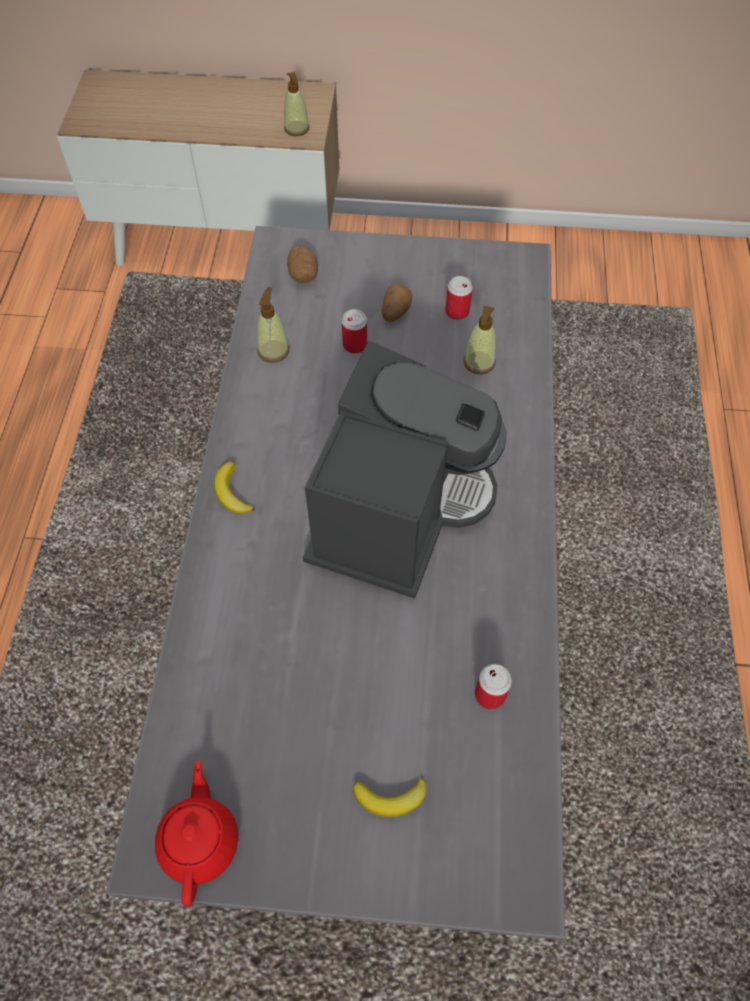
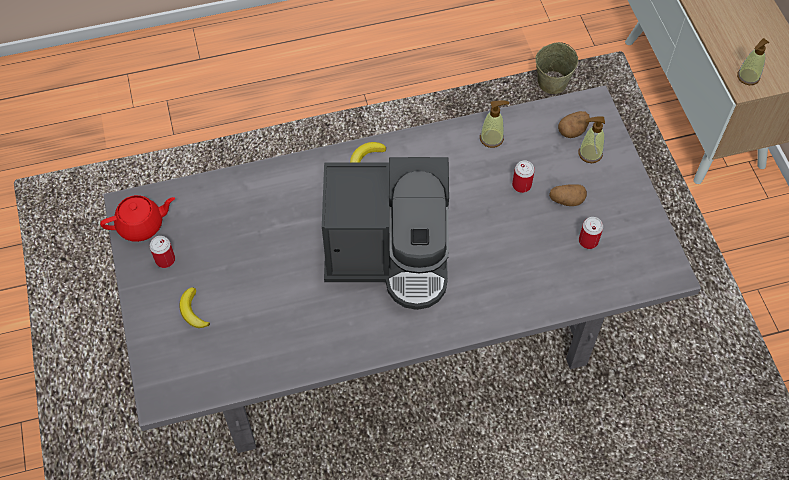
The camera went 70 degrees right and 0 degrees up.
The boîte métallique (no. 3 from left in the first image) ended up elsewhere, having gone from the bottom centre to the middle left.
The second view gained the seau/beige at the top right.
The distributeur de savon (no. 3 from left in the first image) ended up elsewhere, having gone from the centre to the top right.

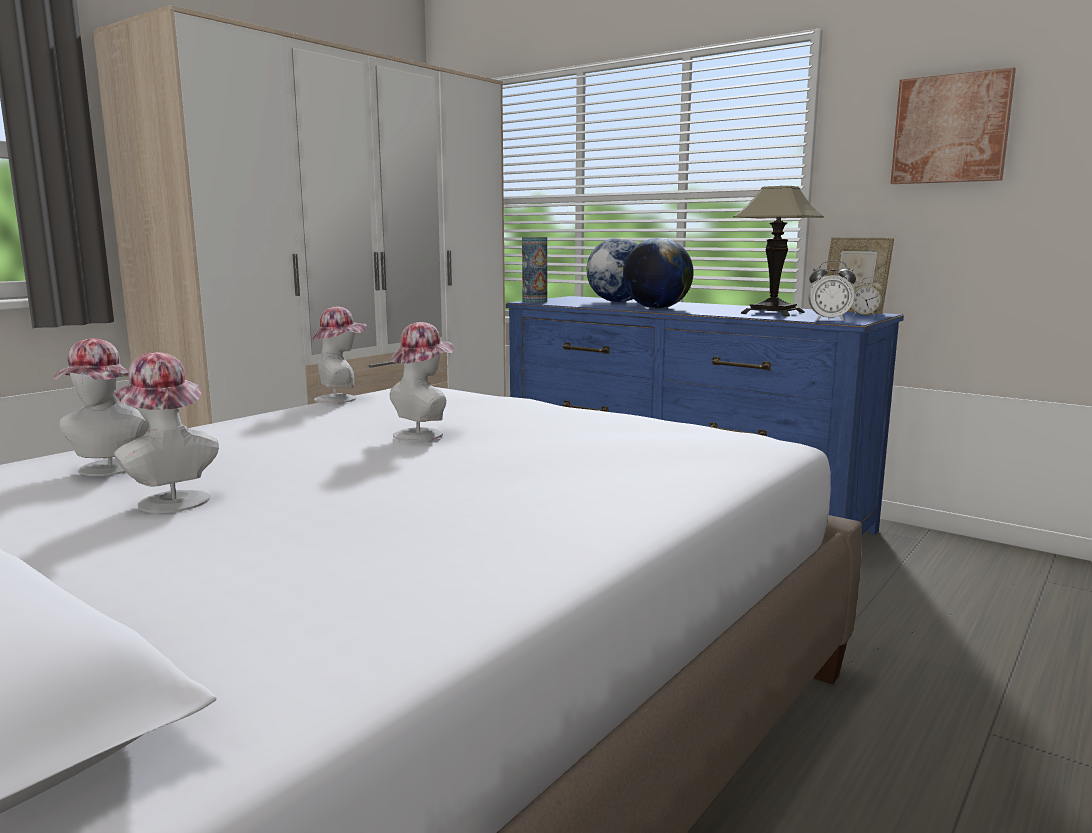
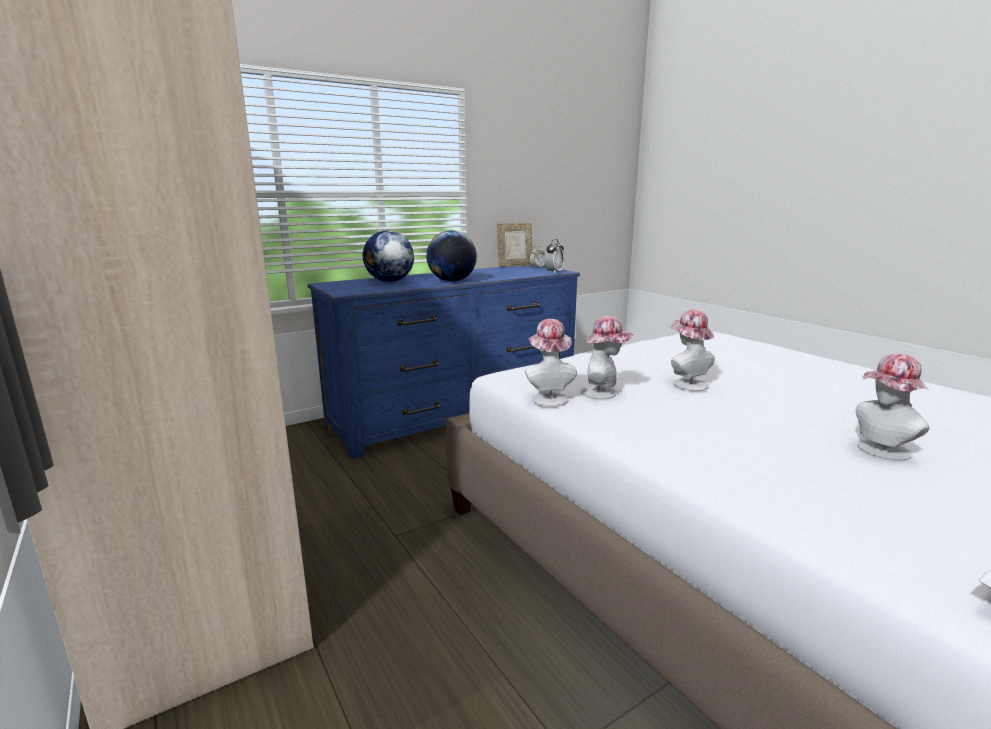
The camera went 70 degrees left and 5 degrees up.
The chapeau (no. 1 from left in the first image) ended up elsewhere, having gone from the middle left to the centre.
The second view lost the vase at the top centre.
The second view lost the lampe de table at the top right.
The second view lost the tableau at the top right.

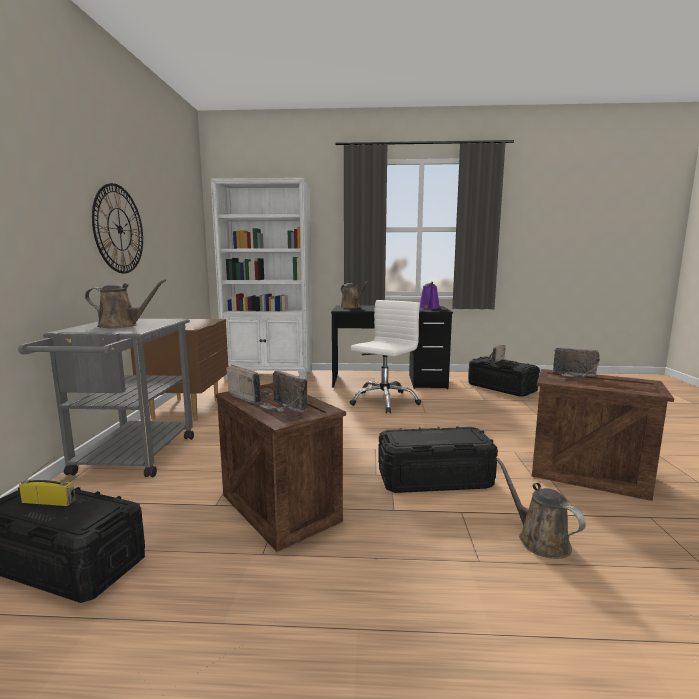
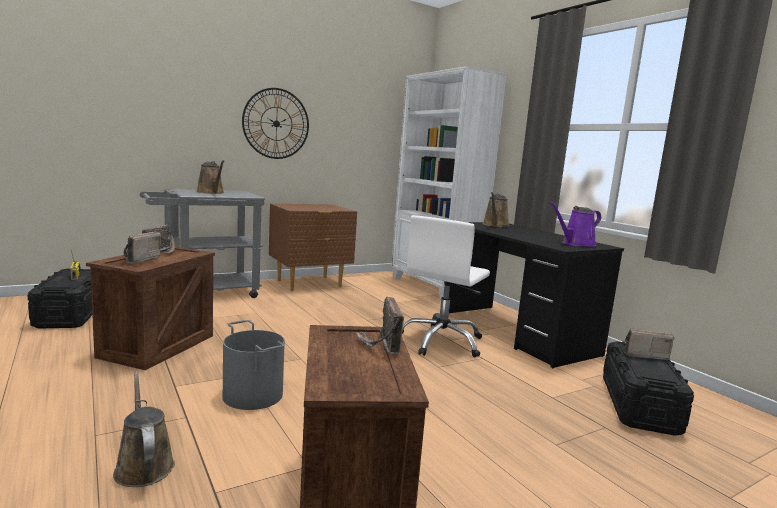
The camera went 55 degrees right and 0 degrees up.
The arrosoir/marron (no. 3 from left in the first image) at the bottom right ended up facing another way, 60 degrees counterclockwise from before.
Where the boîte de rangement/noir (no. 2 from left) stood at the centre, the seau/gris came to stand at the bottom left.
The chaise de bureau/blanc at the centre ended up facing another way, 120 degrees clockwise from before.

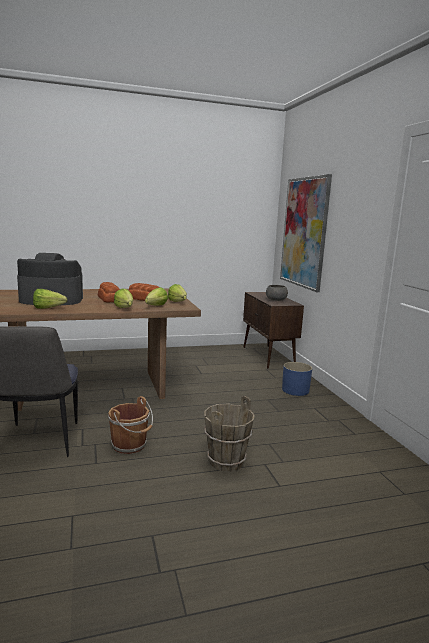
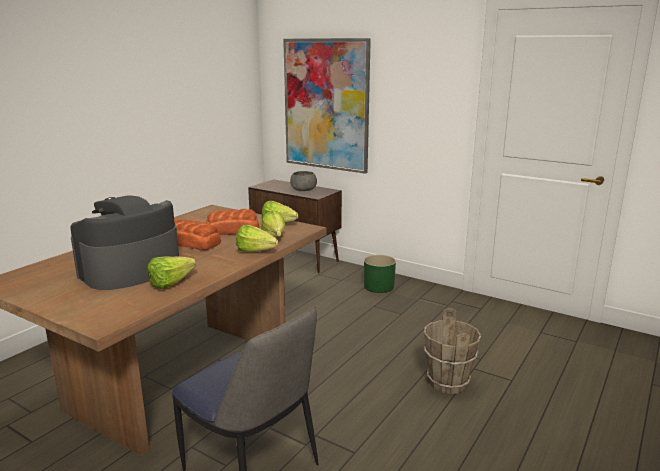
The camera went 40 degrees left and 5 degrees up.
What was the cache-pot/bleu at the middle right turned into the cache-pot/vert at the centre.
The second view lost the seau/marron (no. 1 from left) at the middle left.

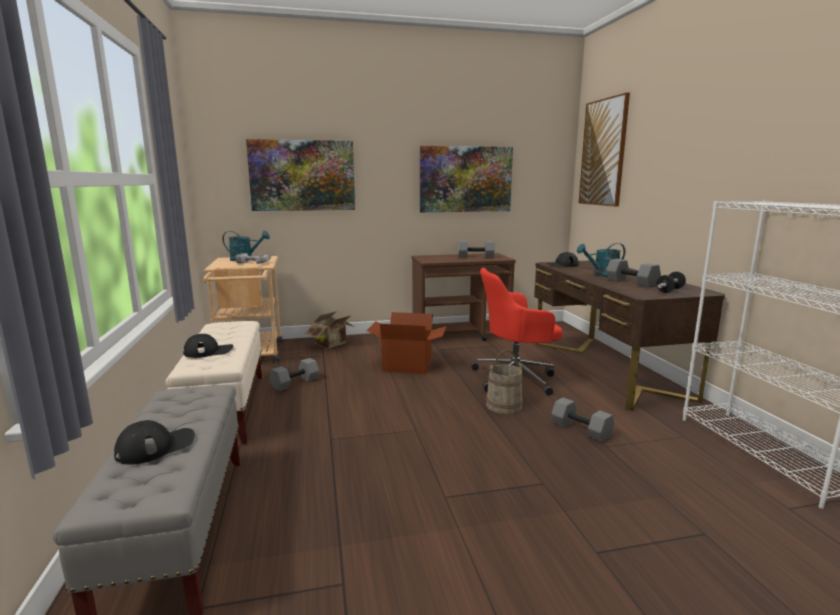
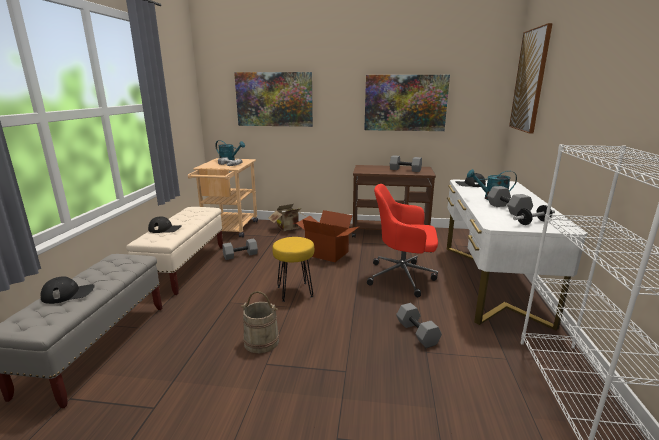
The camera went 20 degrees right and 5 degrees up.
The seau/beige ended up elsewhere, having gone from the centre to the bottom centre.
The second view gained the tabouret/jaune at the centre.
What was the bureau/marron at the middle right turned into the bureau/blanc at the middle right.

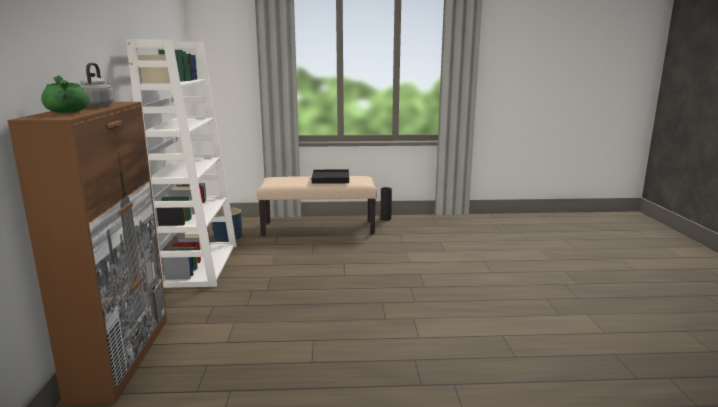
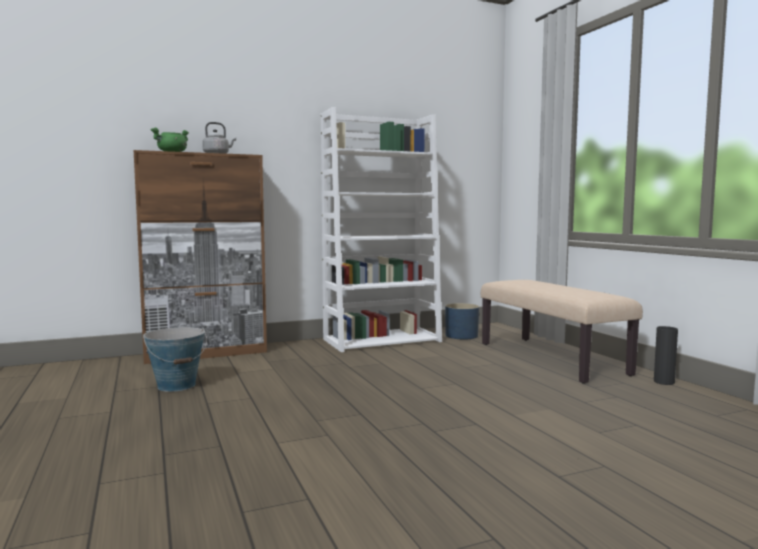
The camera went 70 degrees right and 10 degrees down.
The second view gained the seau at the middle left.
The second view lost the plateau/noir at the centre.

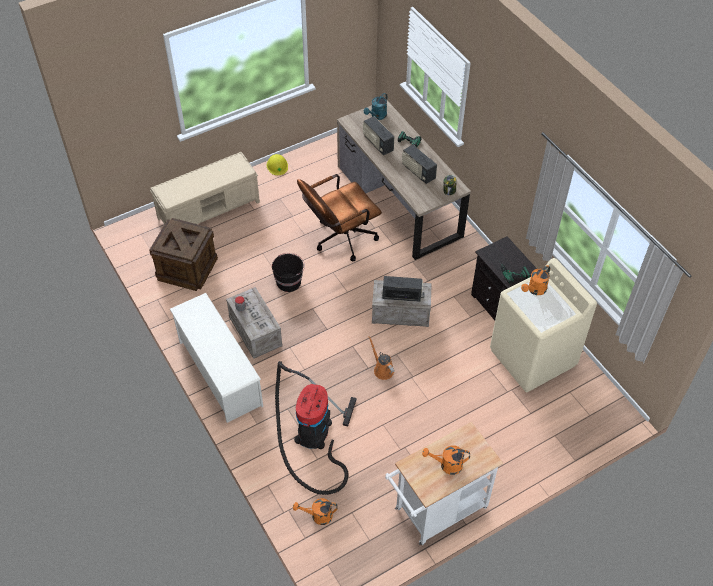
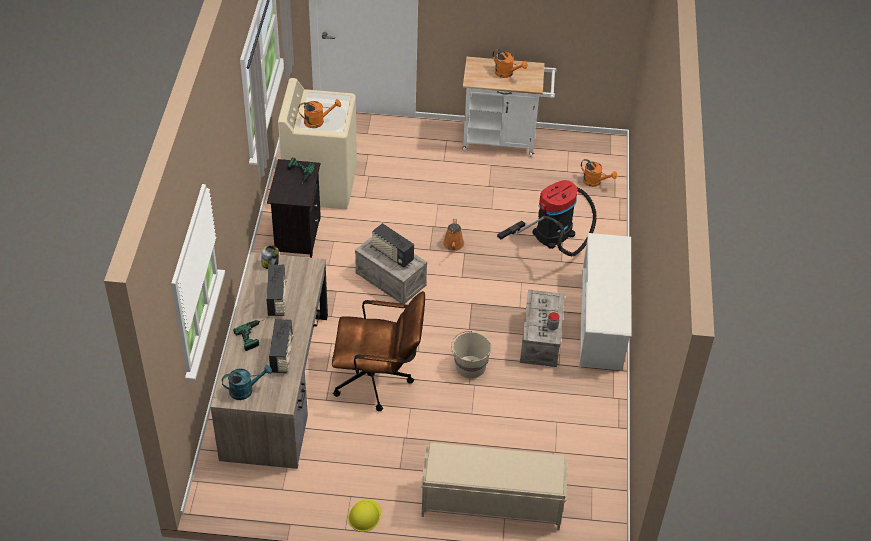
The camera went 145 degrees left and 5 degrees down.
What was the seau/noir at the centre turned into the seau/beige at the centre.
The second view lost the caisse (no. 1 from left) at the middle left.

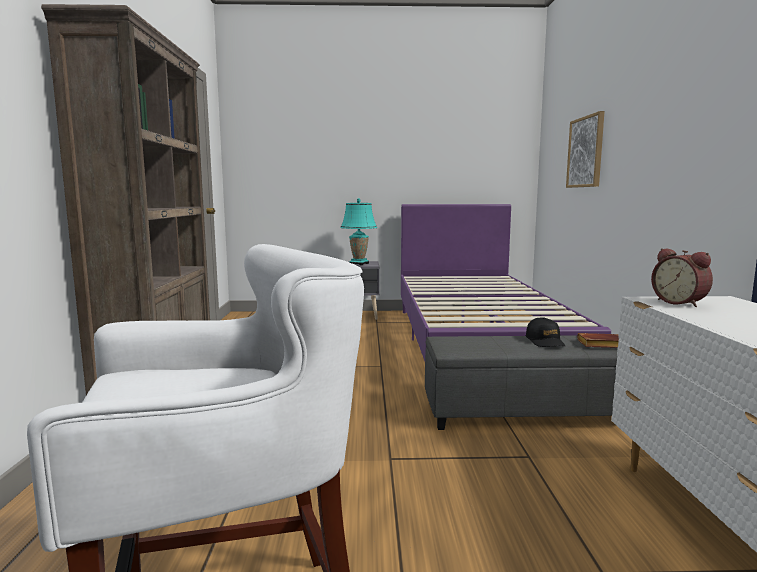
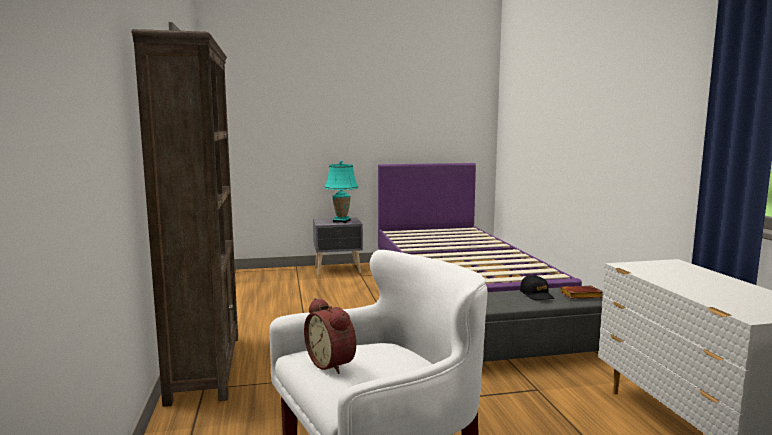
The camera went 10 degrees left and 0 degrees up.
The réveil ended up elsewhere, having gone from the middle right to the bottom centre.
The second view lost the tableau at the top right.

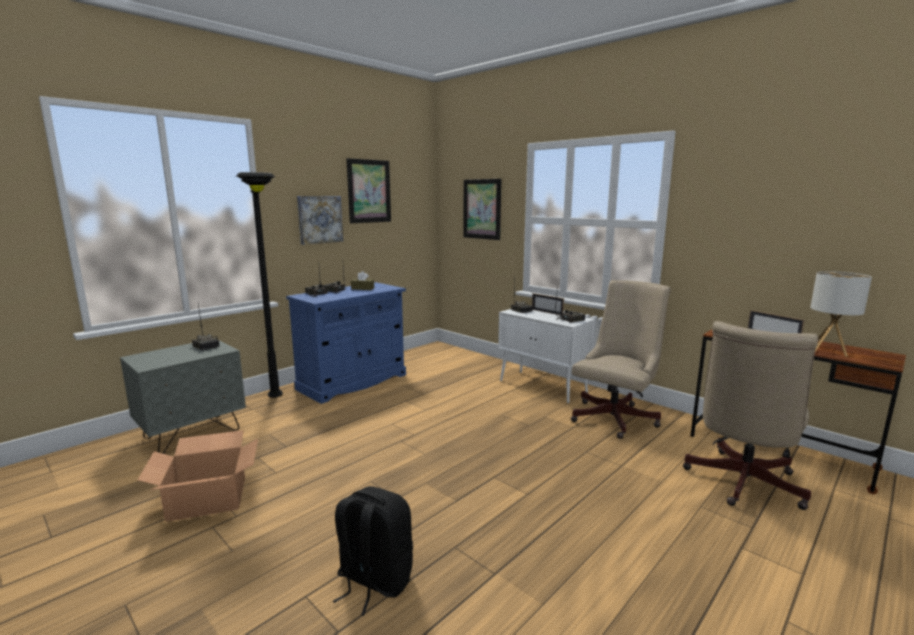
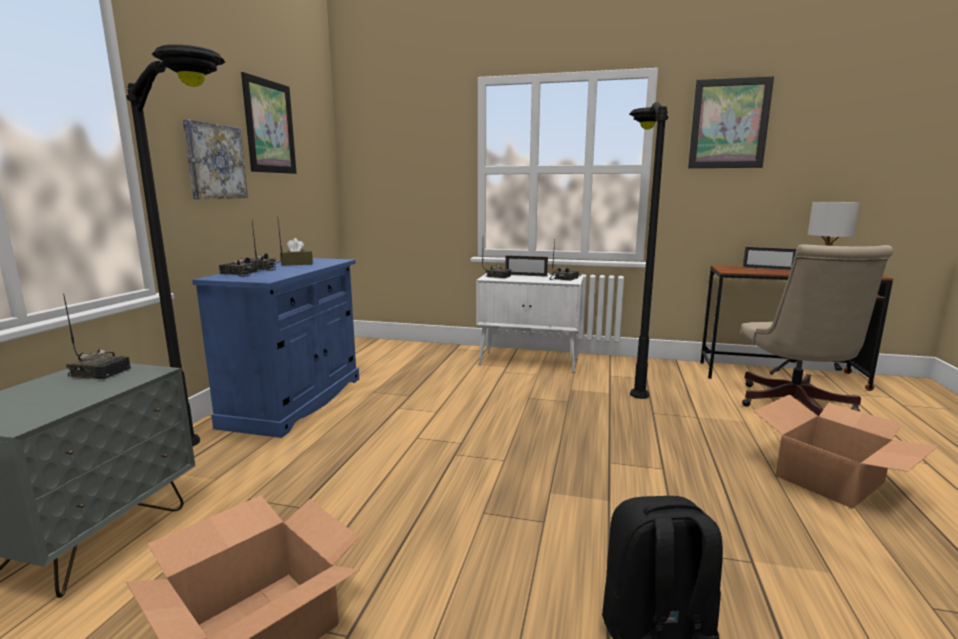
The camera went 30 degrees left and 0 degrees up.
Where the chaise de bureau/beige (no. 1 from left) stood at the middle right, the lampadaire/noir (no. 2 from left) came to stand at the middle right.
The tableau (no. 3 from left) ended up elsewhere, having gone from the top centre to the top right.
The second view gained the carton (no. 2 from left) at the bottom right.

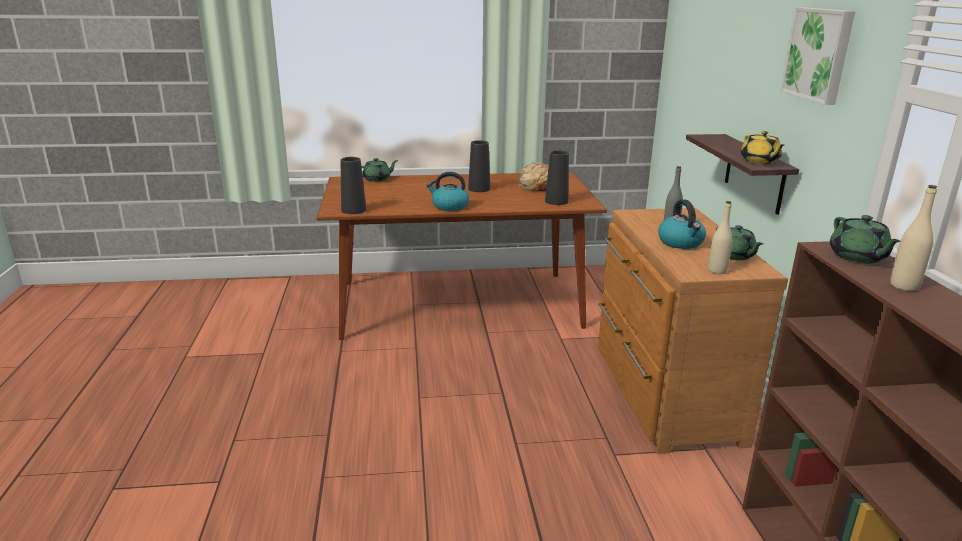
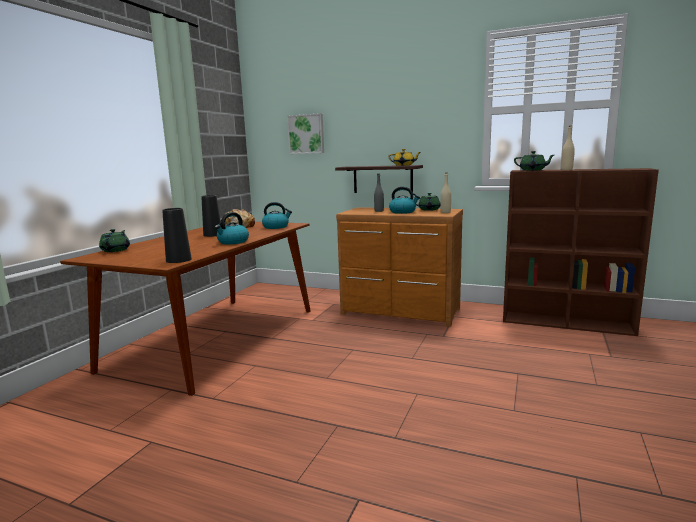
The camera went 60 degrees left and 10 degrees down.
Where the vase/noir (no. 3 from left) stood at the top centre, the bouilloire (no. 2 from left) came to stand at the centre.
The tableau ended up elsewhere, having gone from the top right to the top centre.

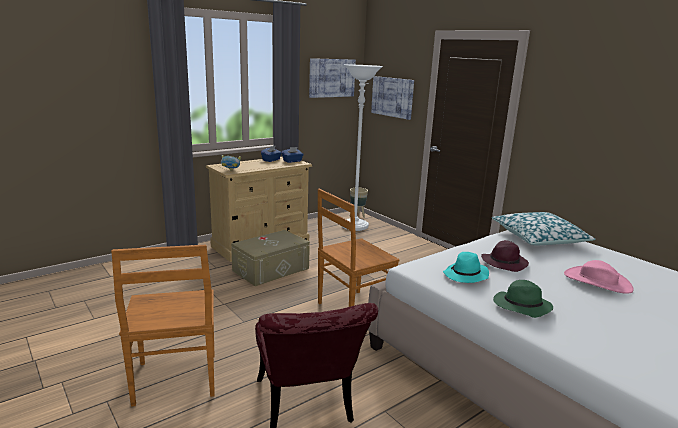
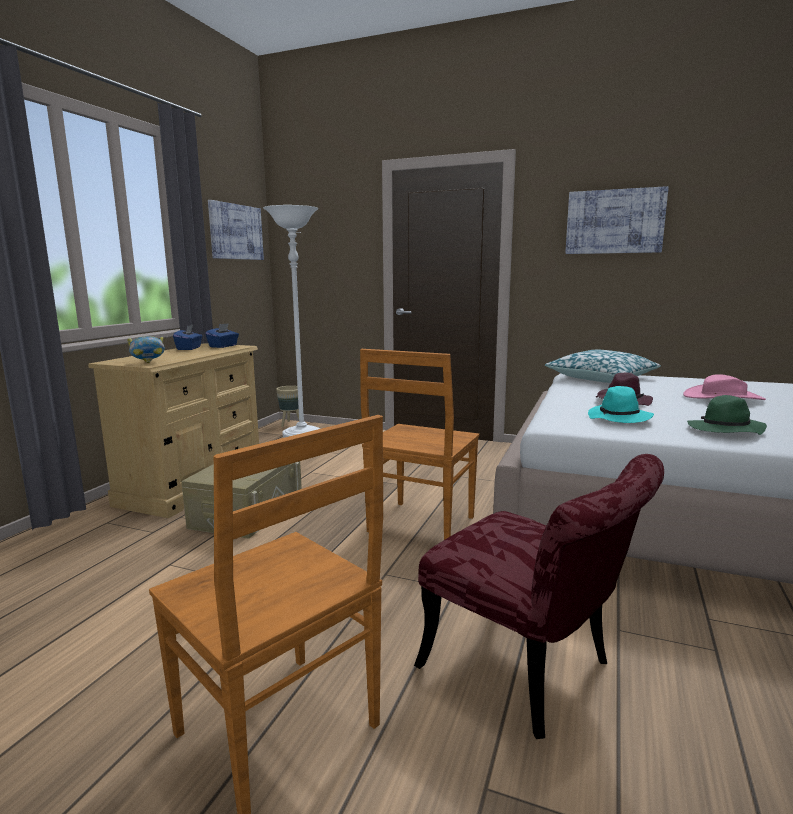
The camera went 30 degrees left and 5 degrees down.
The tableau (no. 2 from left) ended up elsewhere, having gone from the top centre to the top right.

